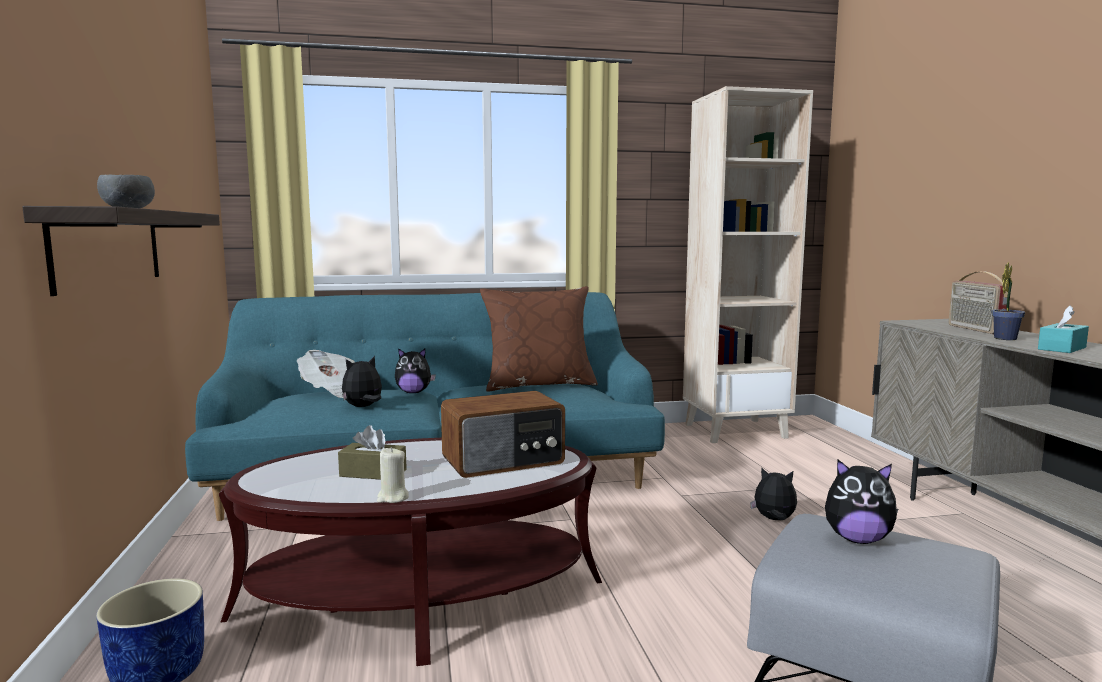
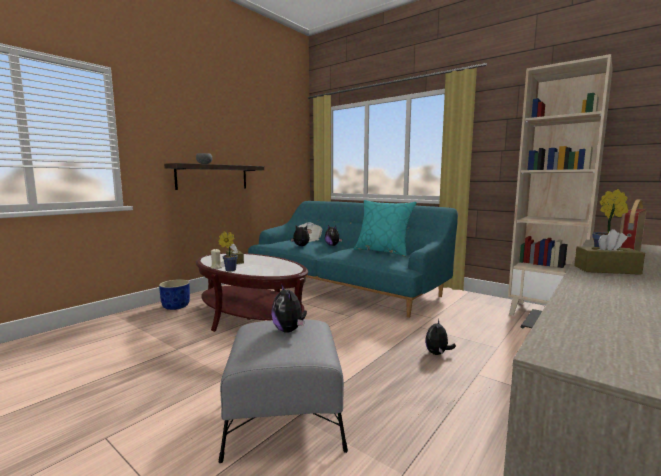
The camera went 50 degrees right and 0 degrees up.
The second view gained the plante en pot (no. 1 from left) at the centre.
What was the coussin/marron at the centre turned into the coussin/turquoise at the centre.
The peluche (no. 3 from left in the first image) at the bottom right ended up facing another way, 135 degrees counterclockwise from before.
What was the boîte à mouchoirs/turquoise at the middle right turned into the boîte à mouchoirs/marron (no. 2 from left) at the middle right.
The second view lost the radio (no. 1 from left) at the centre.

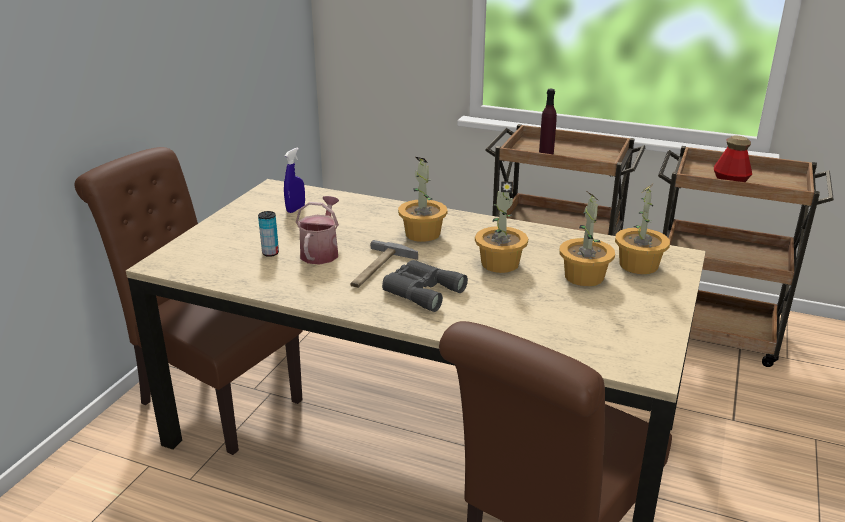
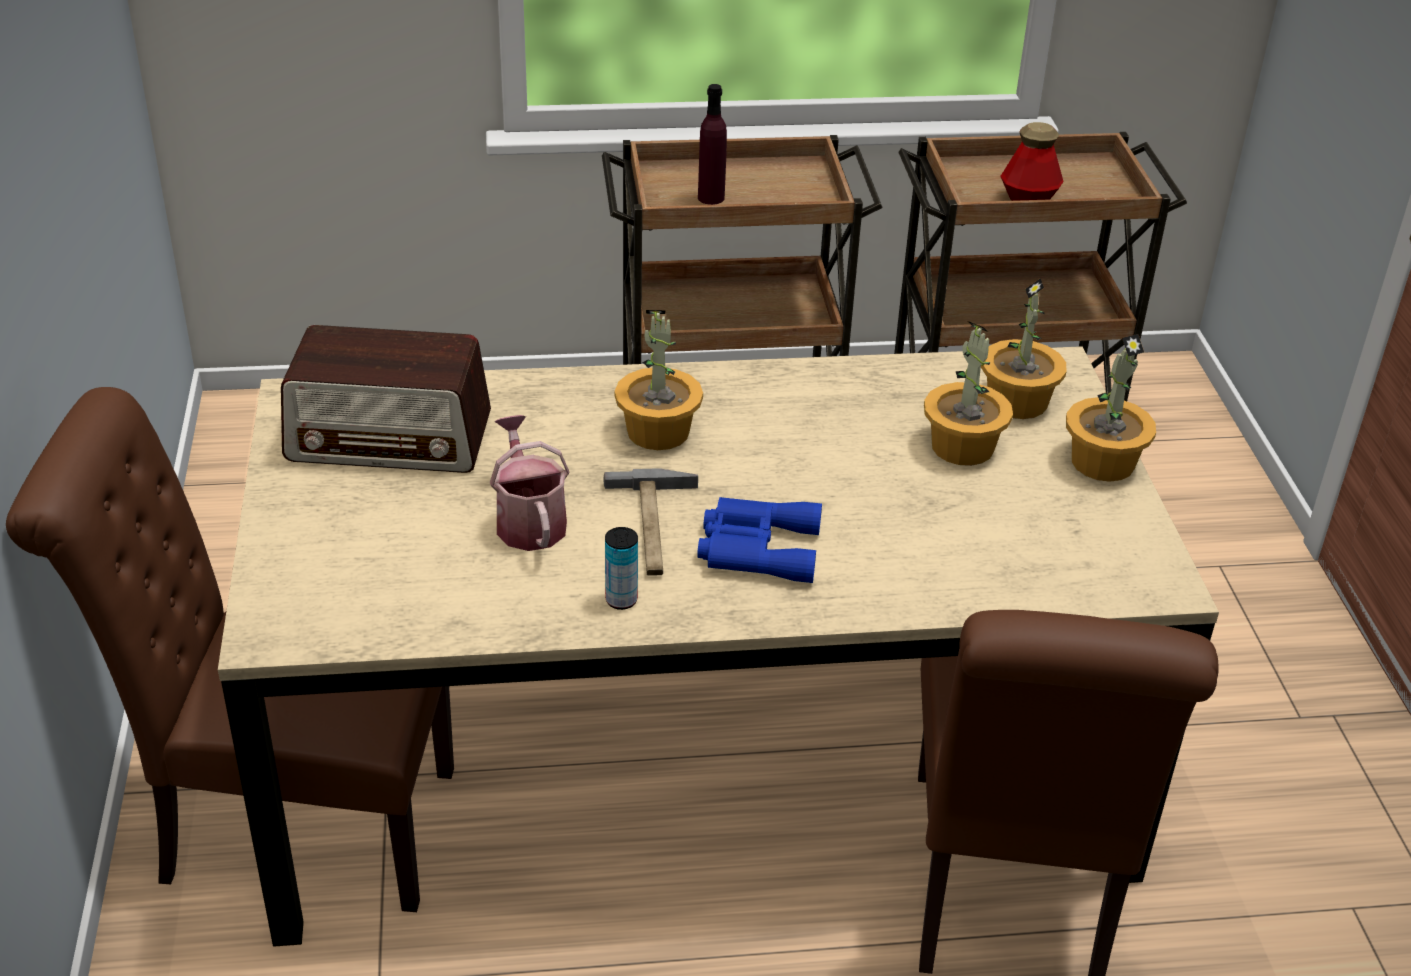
The camera went 30 degrees left and 10 degrees up.
Where the vaporisateur/bleu stood at the centre, the radio came to stand at the middle left.
The boîte métallique ended up elsewhere, having gone from the middle left to the centre.
What was the jumelles/gris at the centre turned into the jumelles/bleu at the centre.
The plante en pot (no. 2 from left in the first image) ended up elsewhere, having gone from the centre to the middle right.

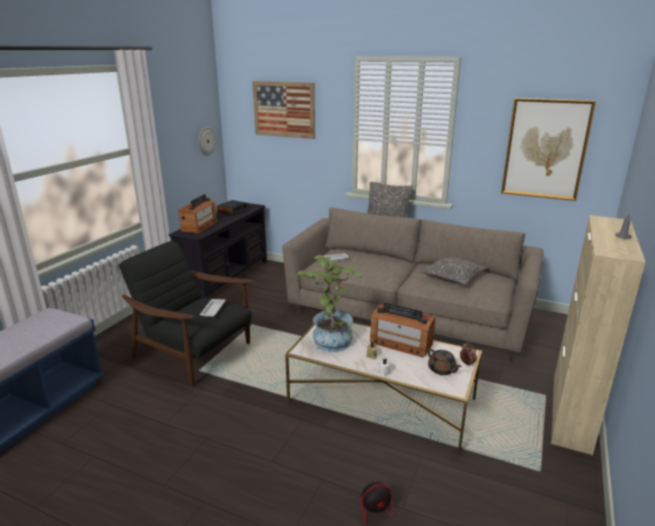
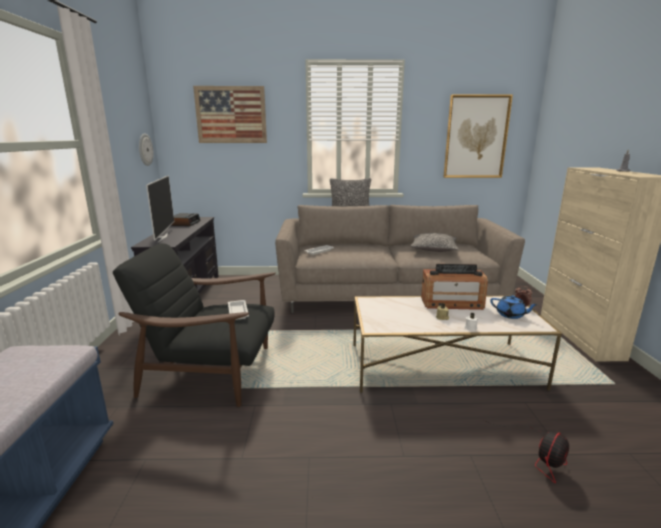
The camera went 25 degrees left and 5 degrees down.
Where the radio (no. 1 from left) stood at the middle left, the téléviseur came to stand at the middle left.
What was the théière/marron at the bottom right turned into the théière/bleu at the middle right.
The second view lost the plante en pot at the centre.

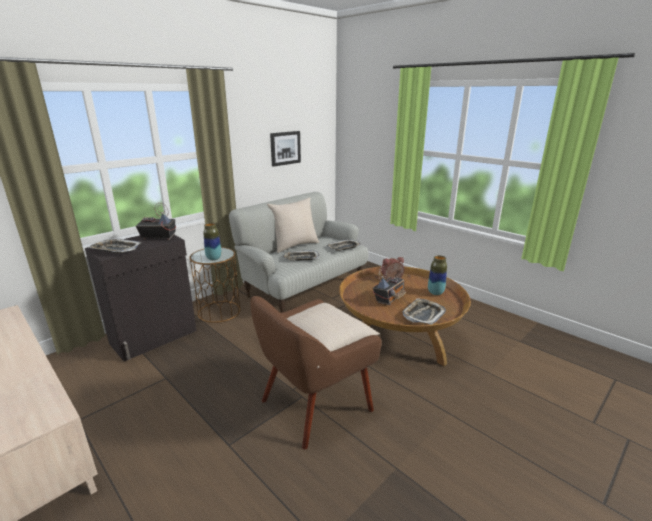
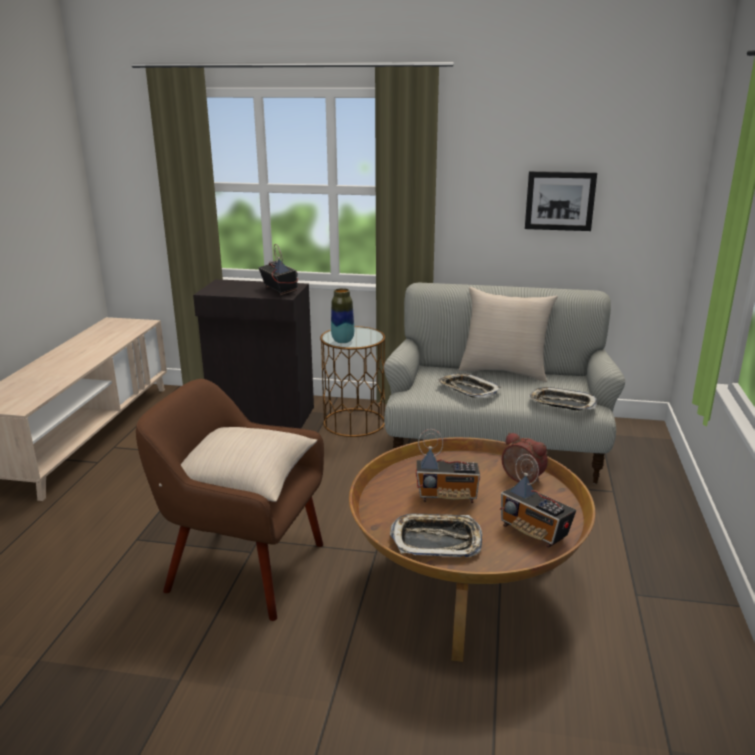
The camera went 55 degrees right and 0 degrees up.
Where the vase (no. 2 from left) stood at the middle right, the radio (no. 3 from left) came to stand at the middle right.
The second view lost the plateau (no. 1 from left) at the middle left.

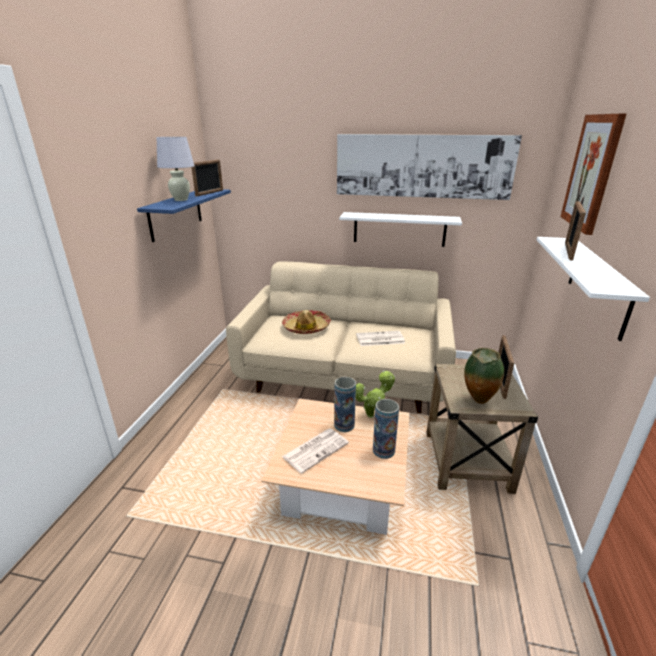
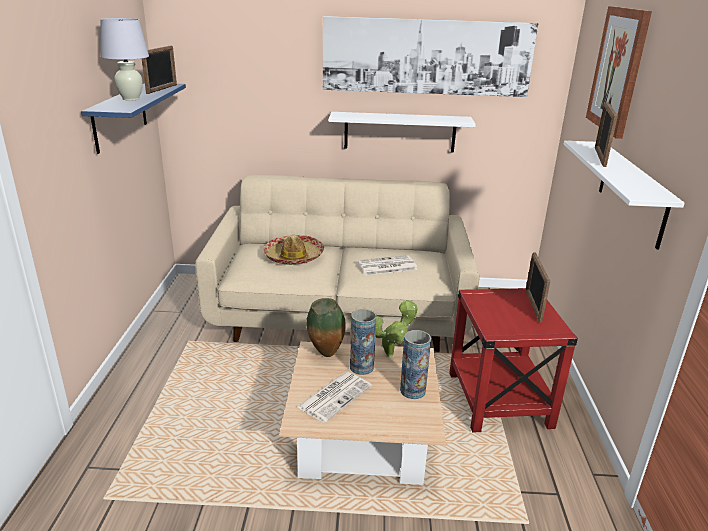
The camera went 10 degrees left and 0 degrees up.
The vase (no. 3 from left in the first image) ended up elsewhere, having gone from the middle right to the centre.
What was the table d'appoint/beige at the middle right turned into the table d'appoint/rouge at the bottom right.

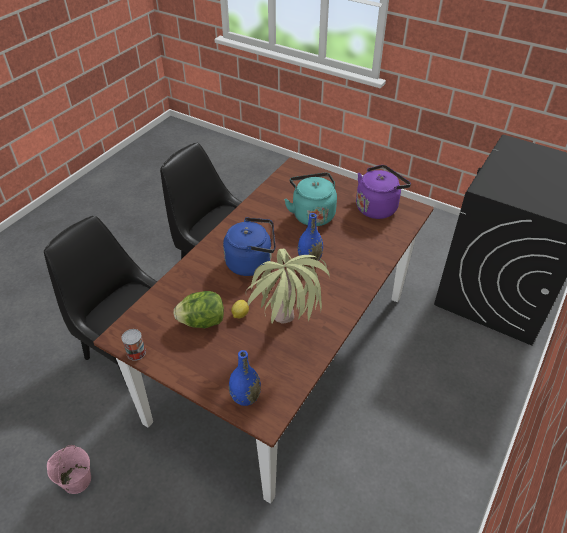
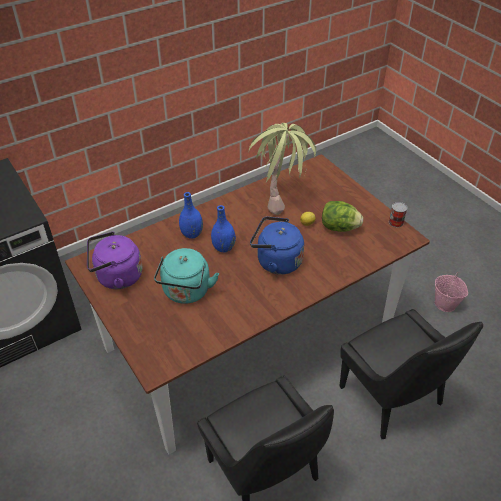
The camera went 155 degrees left and 0 degrees up.
The vase/bleu (no. 1 from left) ended up elsewhere, having gone from the bottom centre to the centre.

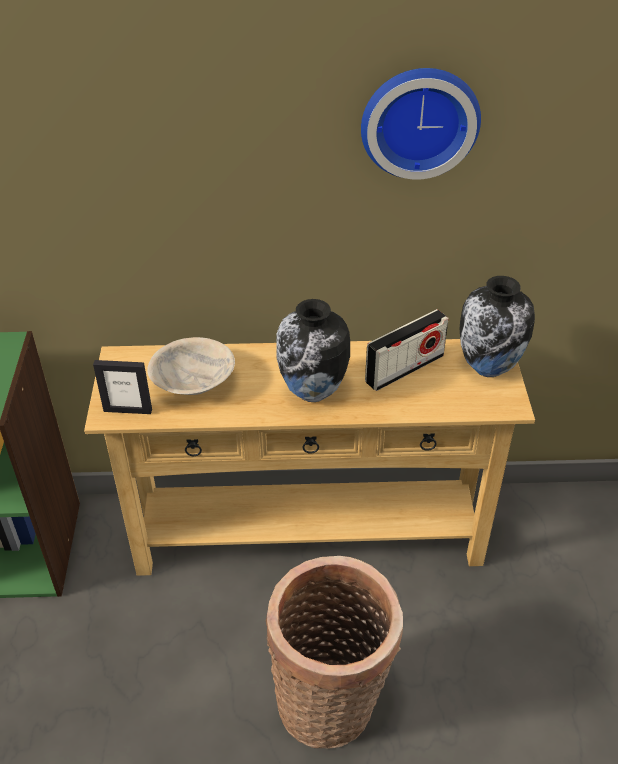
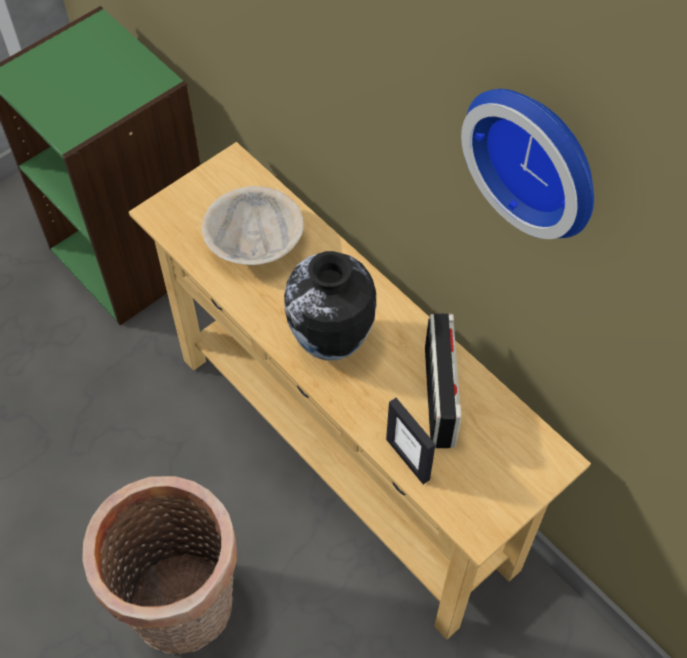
The camera went 50 degrees right and 15 degrees up.
The cadre photo ended up elsewhere, having gone from the middle left to the bottom centre.
The radio at the centre ended up facing another way, 105 degrees counterclockwise from before.
The second view lost the vase (no. 2 from left) at the middle right.

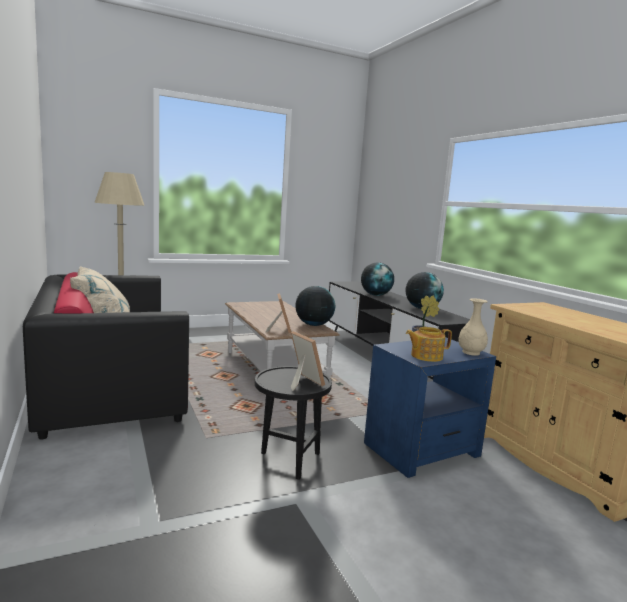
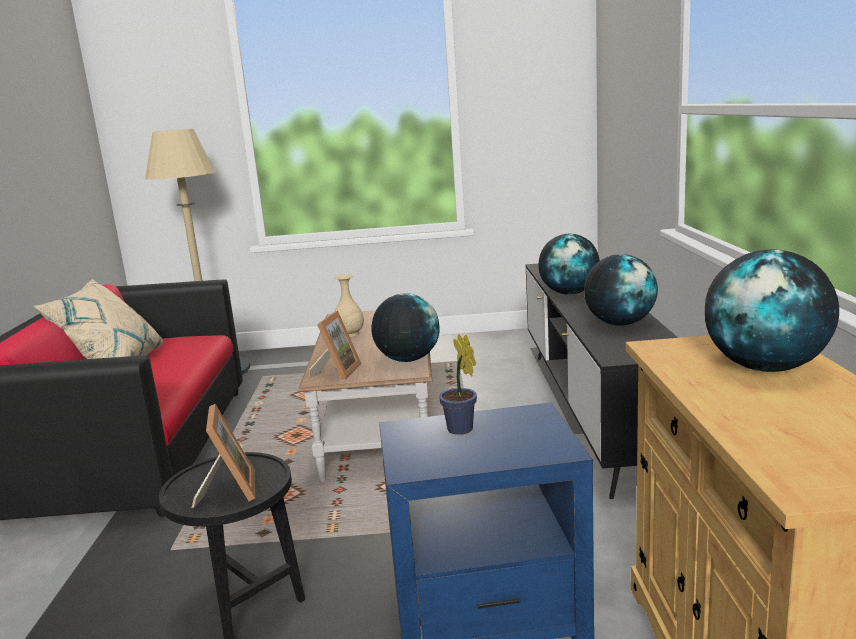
The camera went 25 degrees right and 5 degrees up.
The vase/beige ended up elsewhere, having gone from the middle right to the centre.
The second view gained the globe (no. 4 from left) at the middle right.
The second view lost the théière at the middle right.

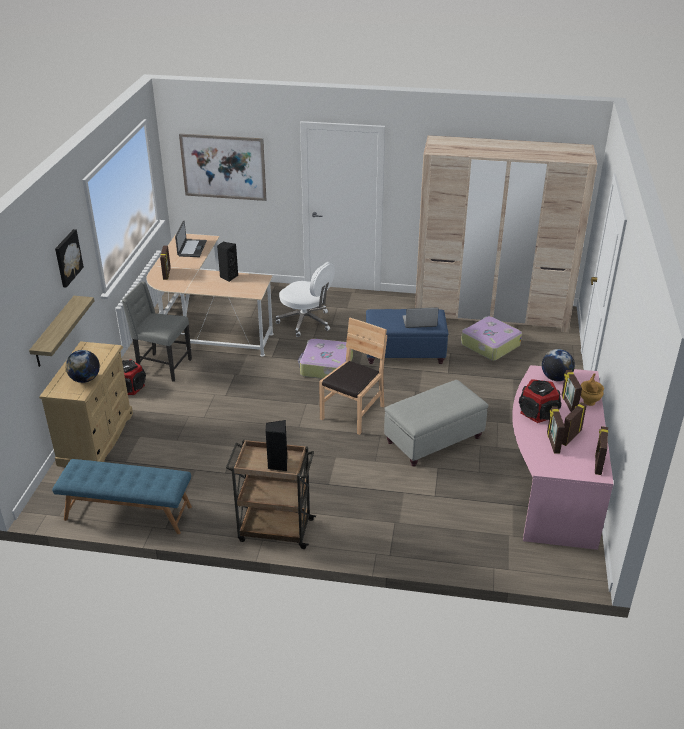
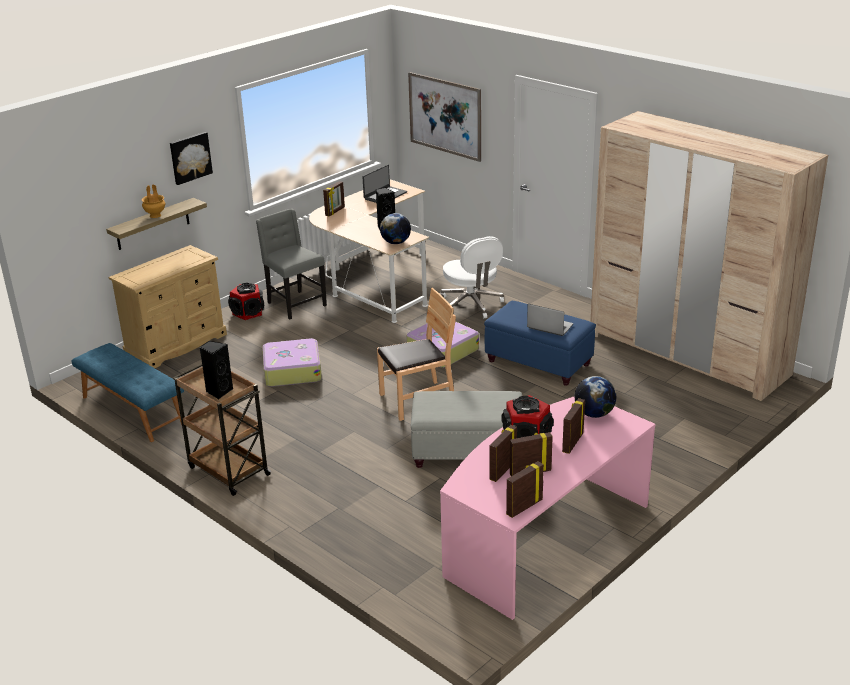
The camera went 35 degrees right and 5 degrees down.
The vase/marron ended up elsewhere, having gone from the middle right to the top left.
The valise (no. 2 from left in the first image) ended up elsewhere, having gone from the middle right to the centre.
The globe (no. 1 from left) ended up elsewhere, having gone from the middle left to the top centre.

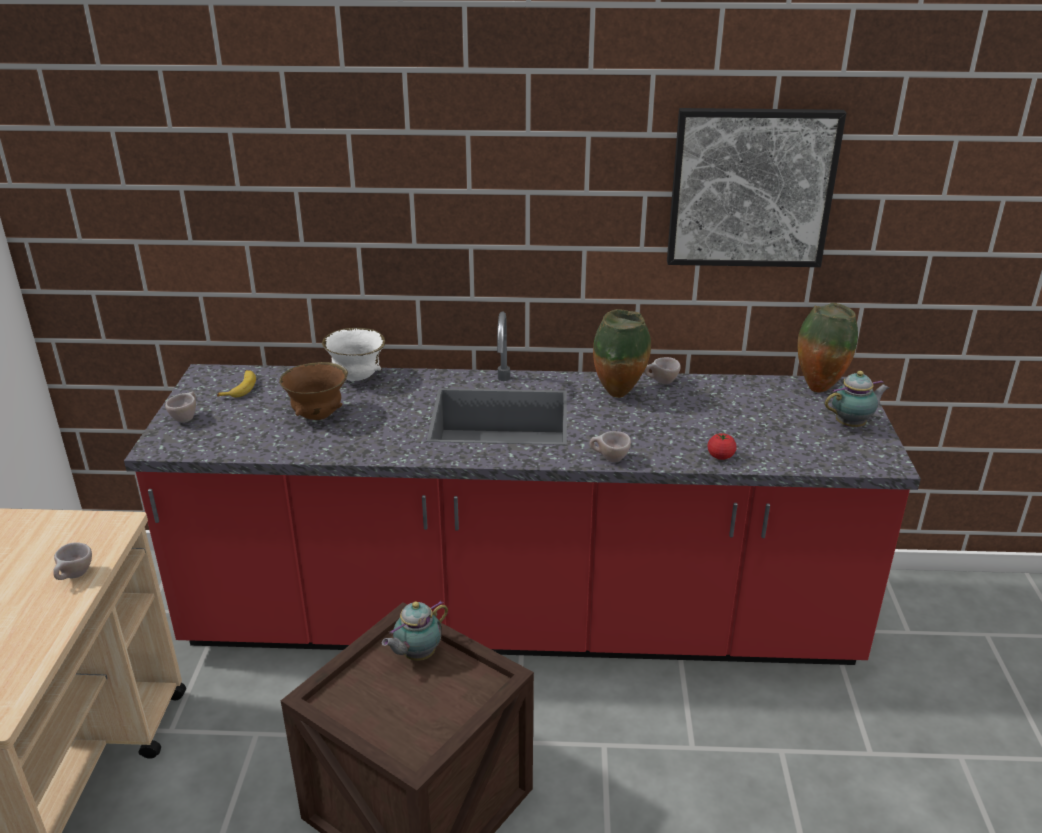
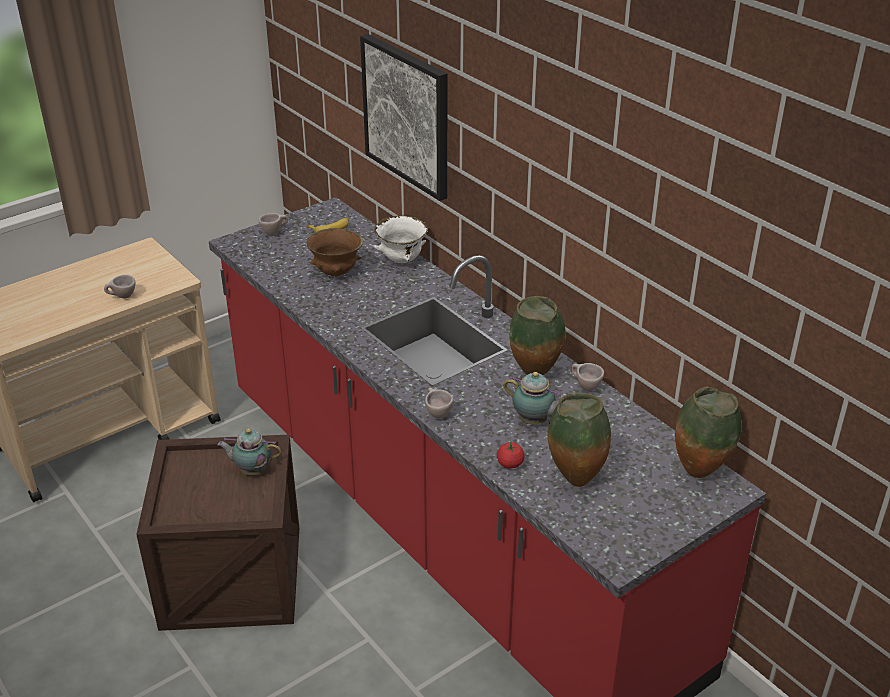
The camera went 50 degrees right and 5 degrees up.
The tableau ended up elsewhere, having gone from the top right to the top centre.
The théière (no. 2 from left) ended up elsewhere, having gone from the middle right to the centre.
The second view gained the vase (no. 2 from left) at the centre.

